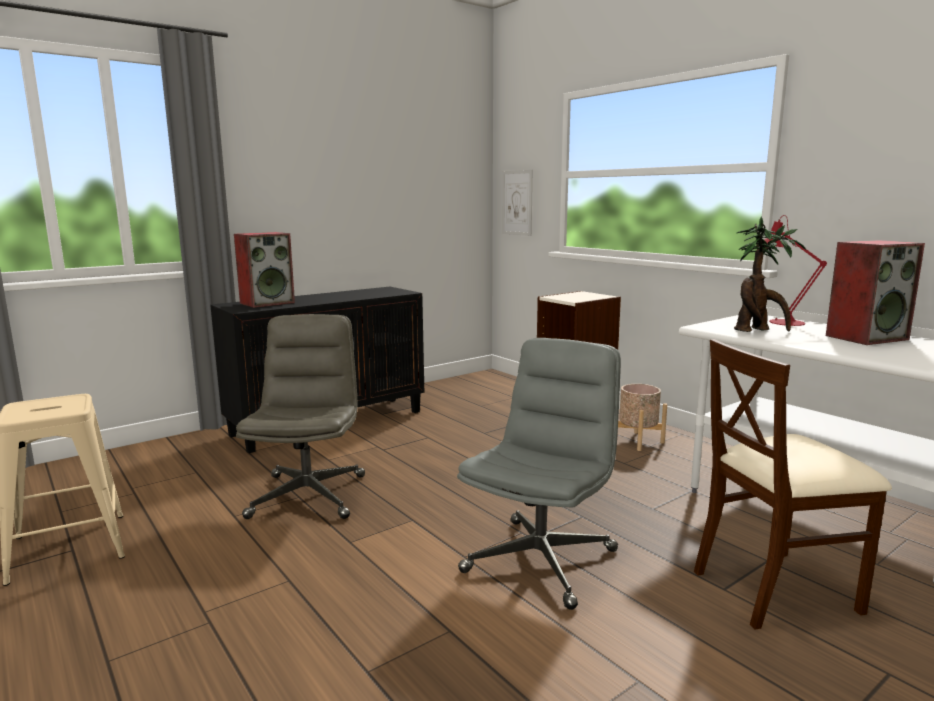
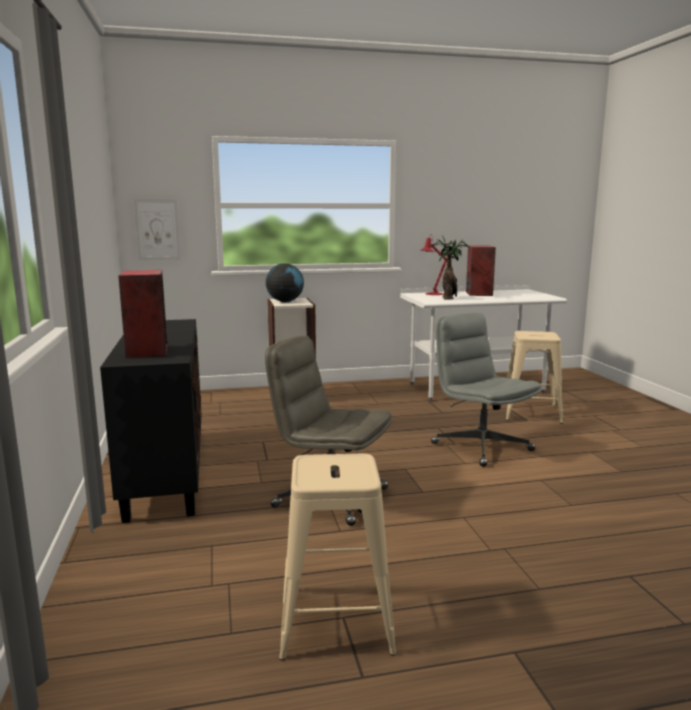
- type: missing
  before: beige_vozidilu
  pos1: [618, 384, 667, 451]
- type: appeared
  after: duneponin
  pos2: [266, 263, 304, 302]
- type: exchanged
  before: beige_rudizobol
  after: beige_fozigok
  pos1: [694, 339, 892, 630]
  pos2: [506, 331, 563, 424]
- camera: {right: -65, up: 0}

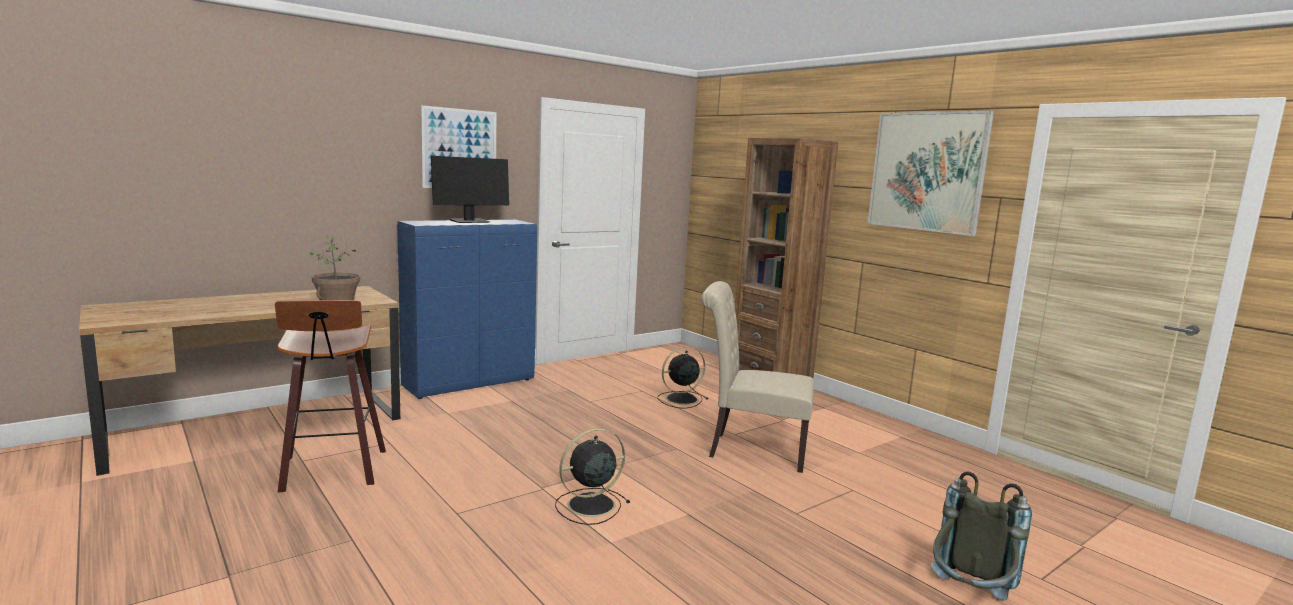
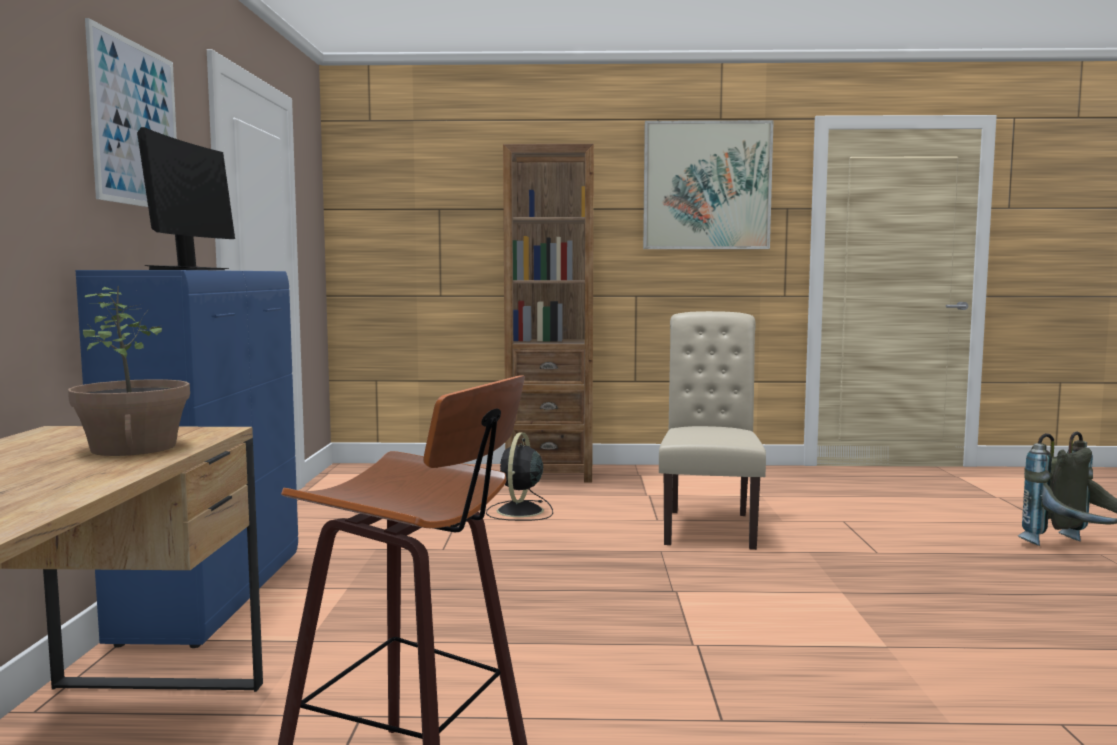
- type: missing
  before: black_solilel
  pos1: [555, 428, 630, 525]
- type: spun
  before: beige_rudizobol
  pos1: [701, 281, 814, 473]
  pos2: [659, 311, 766, 550]
  turn: 135
- camera: {right: -50, up: -5}

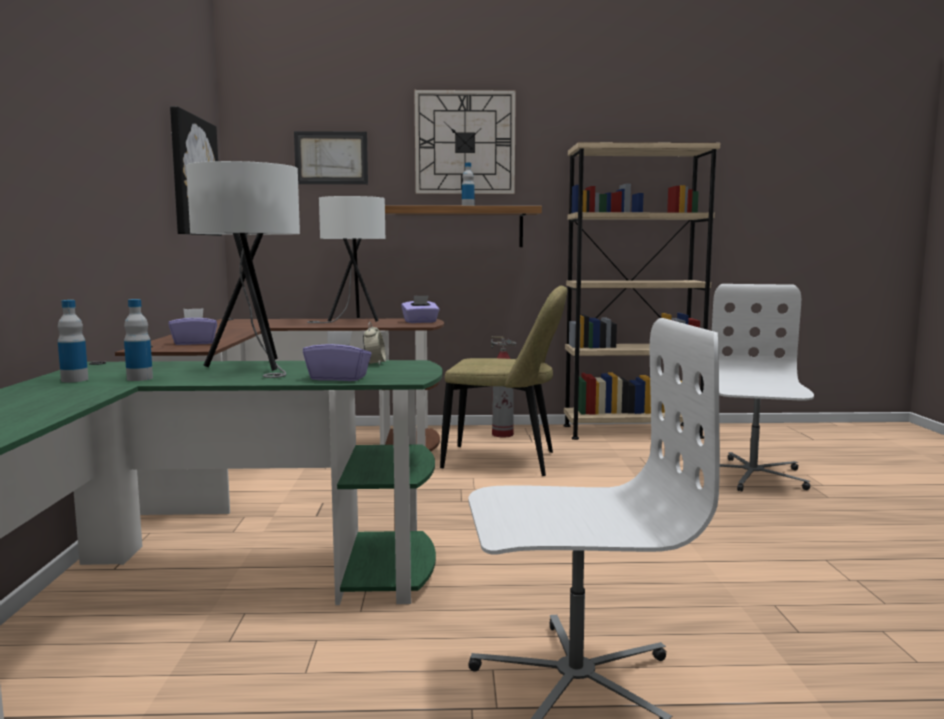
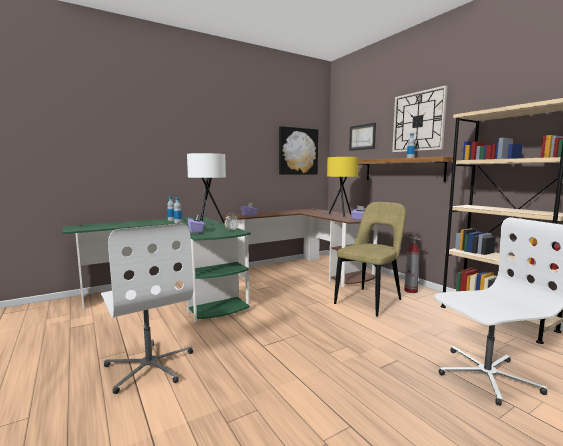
- type: colour
  before: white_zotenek
  after: yellow_zotenek
  pos1: [307, 196, 385, 323]
  pos2: [322, 157, 359, 216]
- type: spun
  before: beige_rudizobol
  pos1: [440, 286, 567, 476]
  pos2: [334, 202, 406, 317]
  turn: -120
- camera: {right: 60, up: 0}

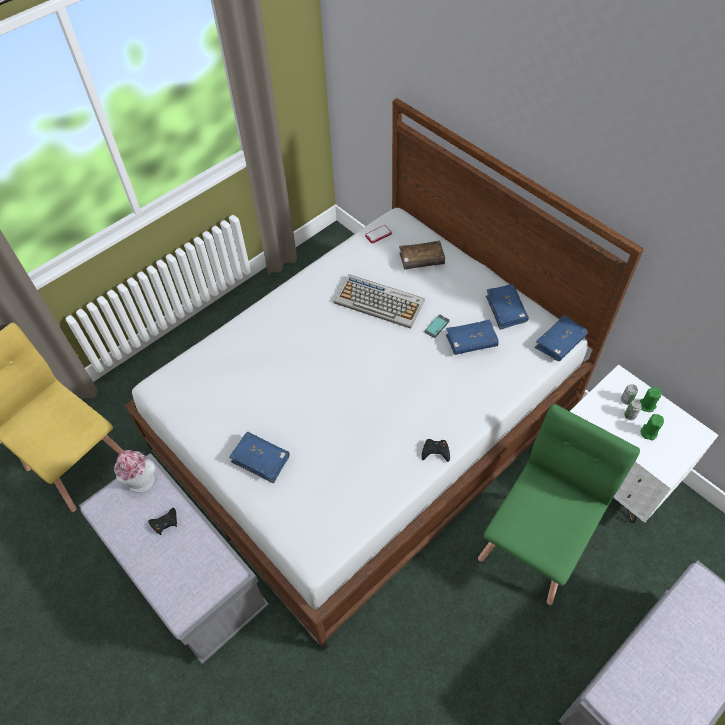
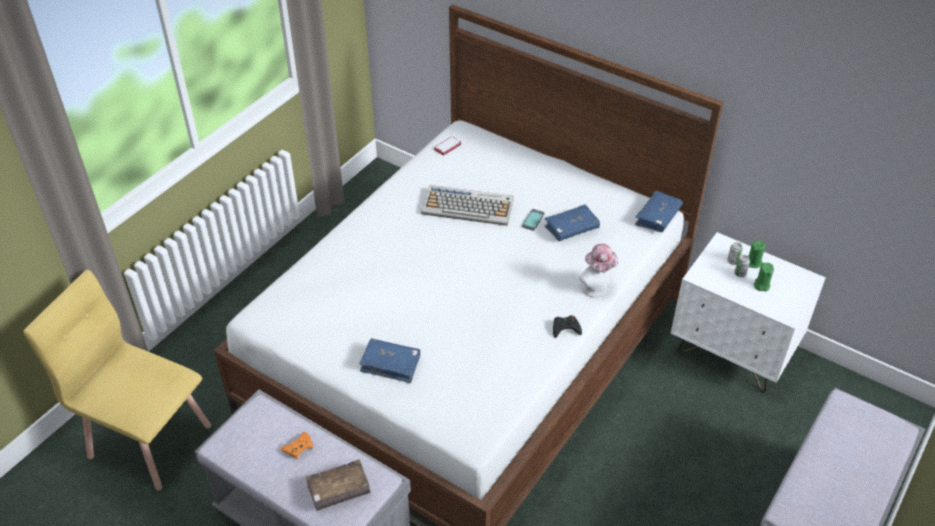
- type: missing
  before: green_rudizobol
  pos1: [478, 404, 640, 605]
- type: missing
  before: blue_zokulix
  pos1: [486, 284, 529, 330]
- type: relocated
  before: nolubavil
  pos1: [114, 450, 155, 493]
  pos2: [579, 244, 618, 298]
- type: relocated
  before: brown_zokulix
  pos1: [399, 240, 445, 269]
  pos2: [305, 459, 371, 511]
- type: colour
  before: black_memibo
  after: orange_memibo
  pos1: [148, 508, 177, 535]
  pos2: [280, 432, 313, 460]
- camera: {right: -15, up: -10}

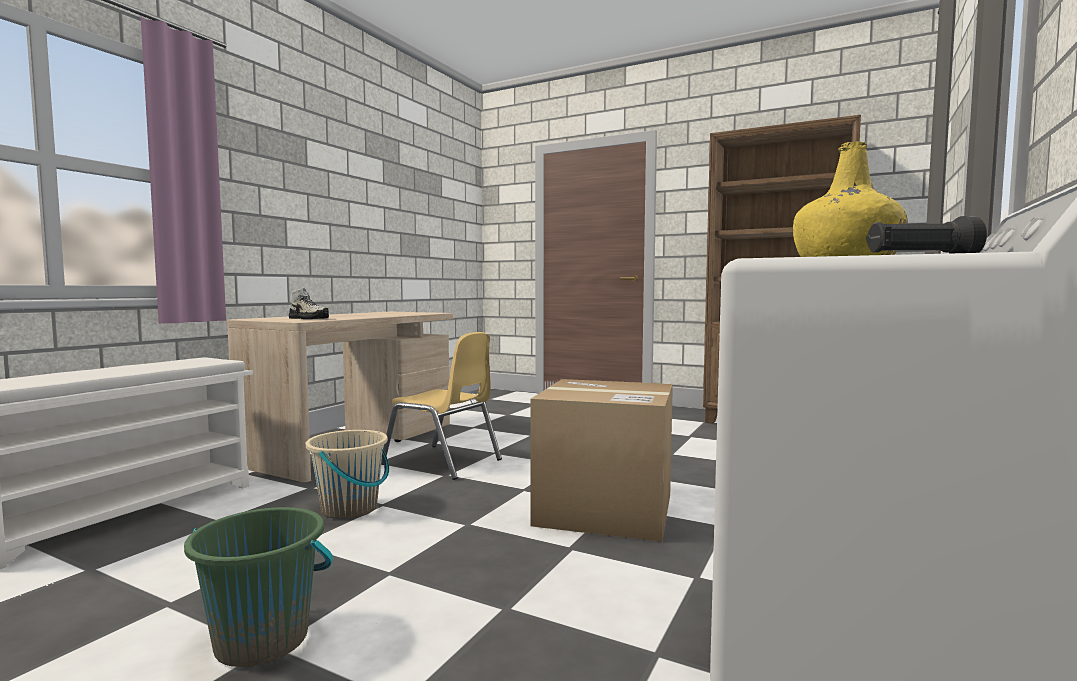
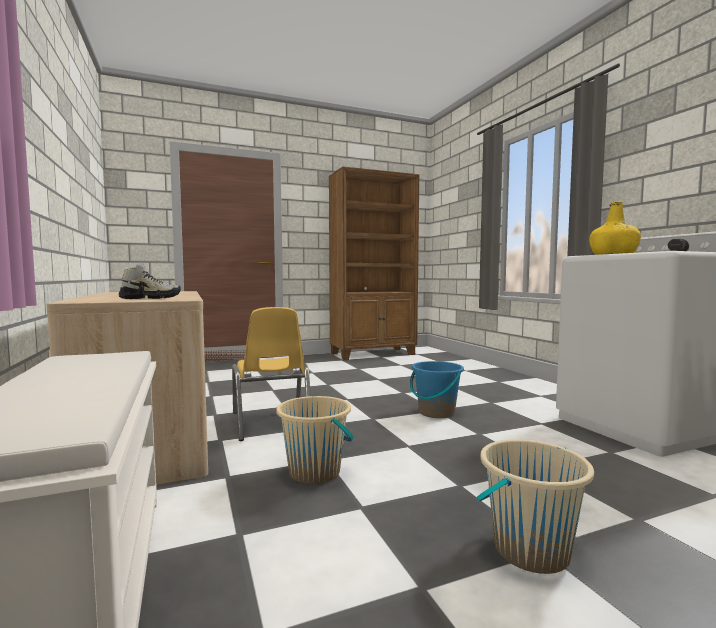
- type: exchanged
  before: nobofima
  after: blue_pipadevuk
  pos1: [530, 379, 673, 542]
  pos2: [410, 361, 464, 418]
- type: colour
  before: green_pipadevuk
  after: beige_pipadevuk
  pos1: [184, 507, 333, 667]
  pos2: [476, 439, 594, 574]
- type: spun
  before: yellow_rudizobol
  pos1: [381, 332, 502, 480]
  pos2: [232, 307, 311, 441]
  turn: 90
- camera: {right: -50, up: 0}

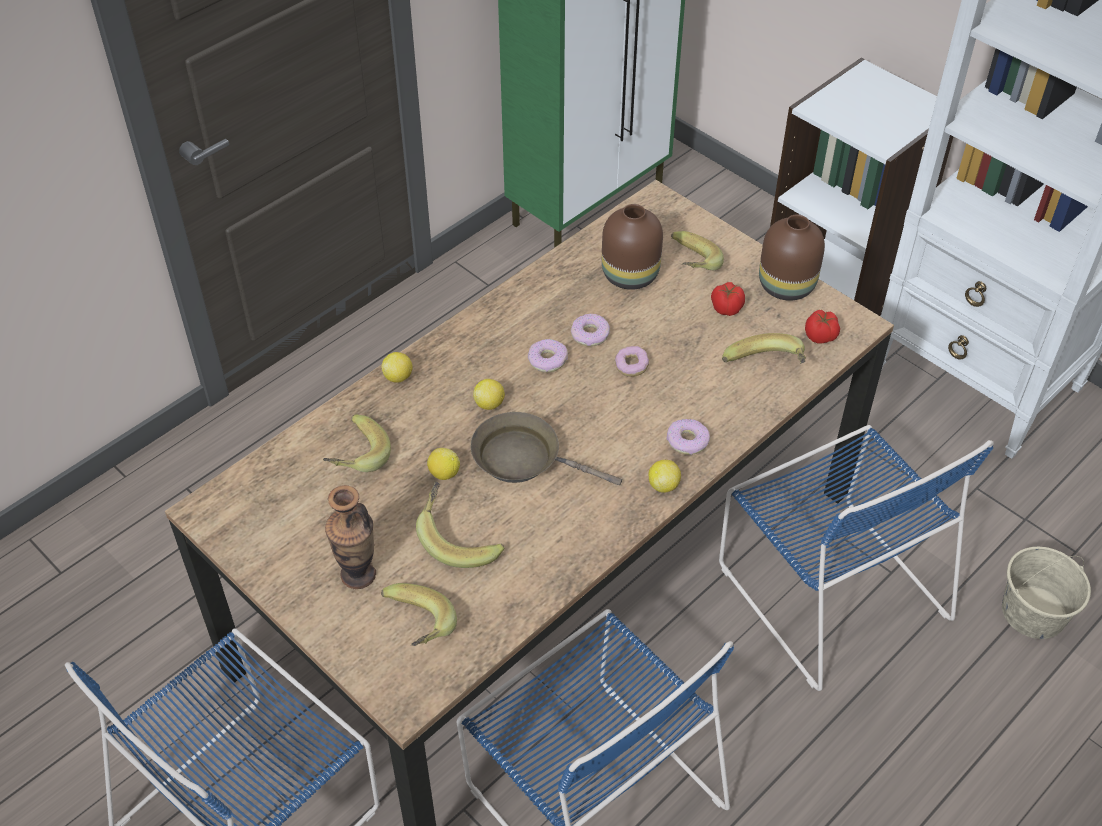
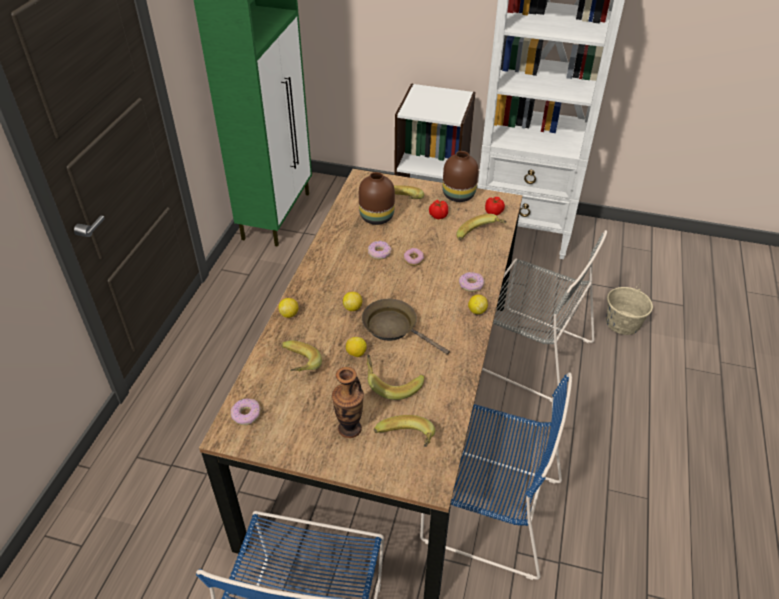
- type: relocated
  before: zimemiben
  pos1: [528, 339, 568, 373]
  pos2: [231, 399, 261, 425]
- type: colour
  before: blue_rudizobol
  after: grey_rudizobol
  pos1: [719, 425, 994, 691]
  pos2: [482, 230, 607, 402]
- type: spun
  before: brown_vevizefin
  pos1: [471, 412, 622, 485]
  pos2: [362, 299, 450, 355]
  turn: 45
- camera: {right: -30, up: -5}

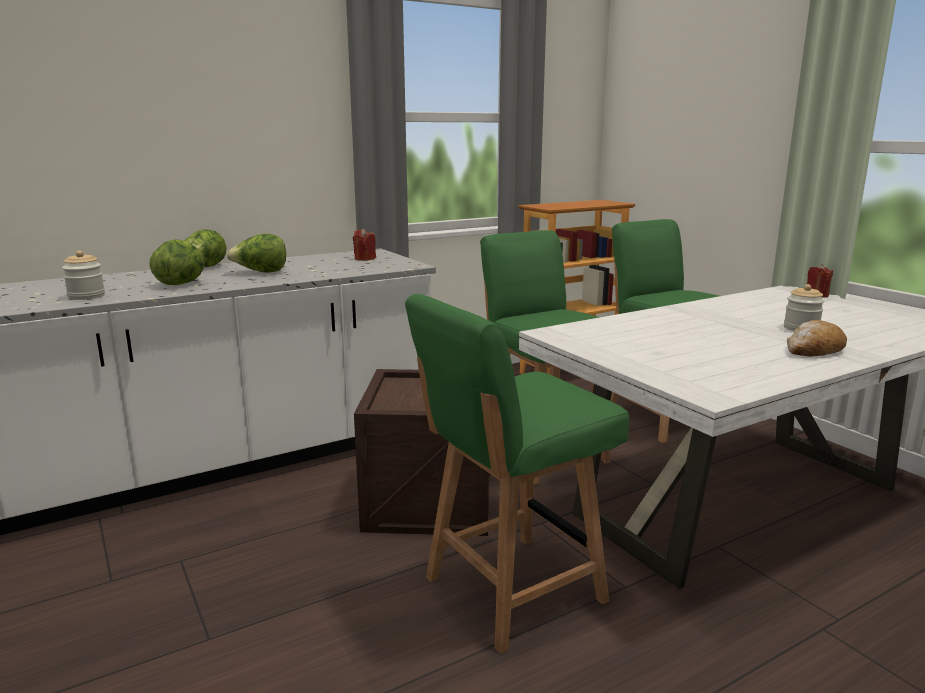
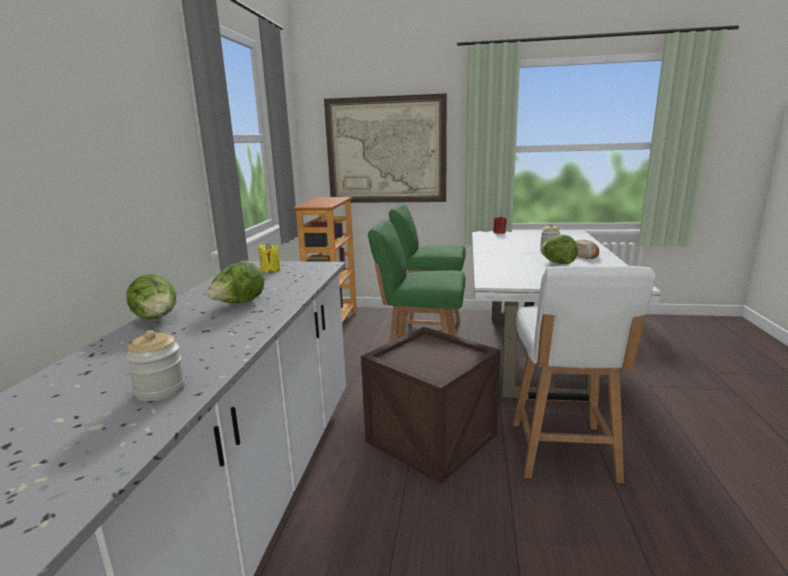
- type: appeared
  after: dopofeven
  pos2: [324, 93, 447, 203]
- type: relocated
  before: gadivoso
  pos1: [149, 239, 205, 285]
  pos2: [540, 234, 578, 264]
- type: colour
  before: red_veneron
  after: yellow_veneron
  pos1: [353, 228, 376, 261]
  pos2: [258, 243, 281, 273]
- type: colour
  before: green_rudizobol
  after: white_rudizobol
  pos1: [405, 294, 629, 654]
  pos2: [513, 266, 656, 483]
- camera: {right: -50, up: 0}

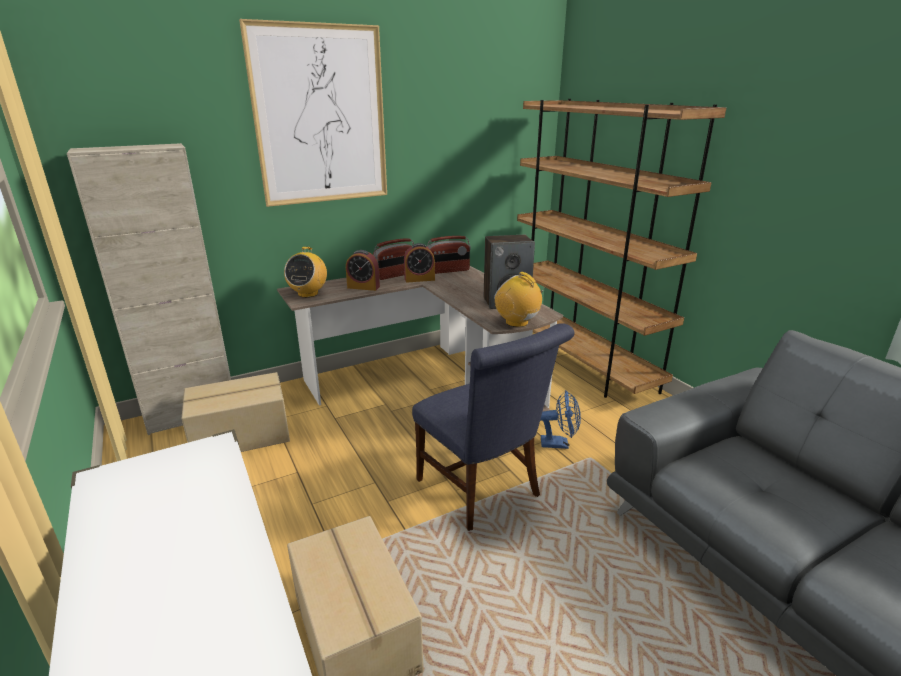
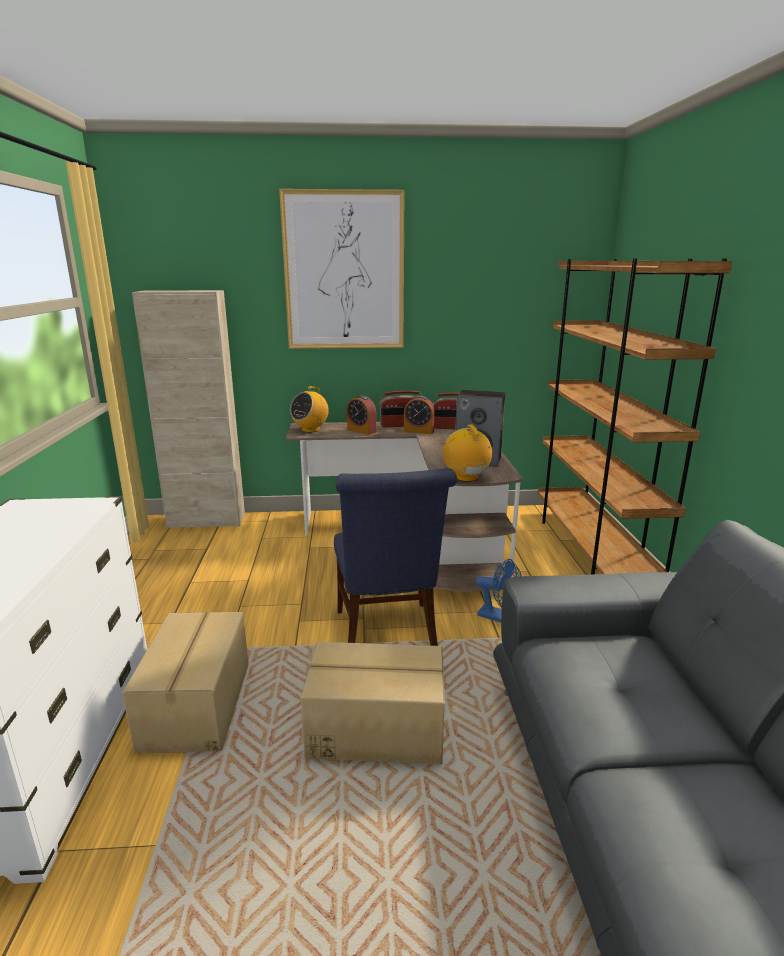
- type: relocated
  before: nobofima
  pos1: [181, 372, 290, 452]
  pos2: [300, 642, 445, 765]
- camera: {right: 25, up: -5}

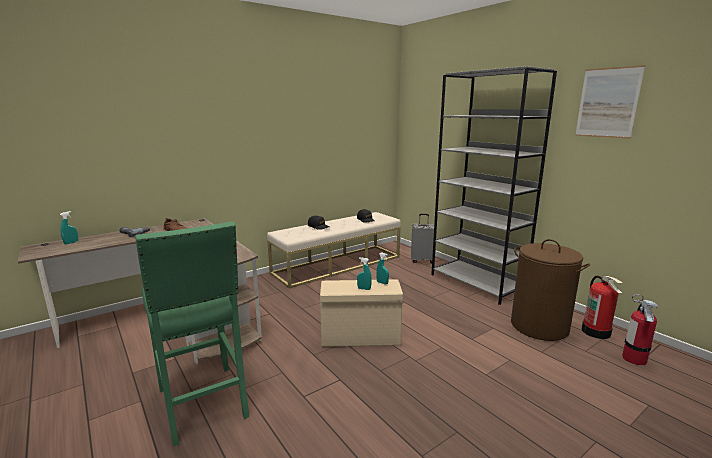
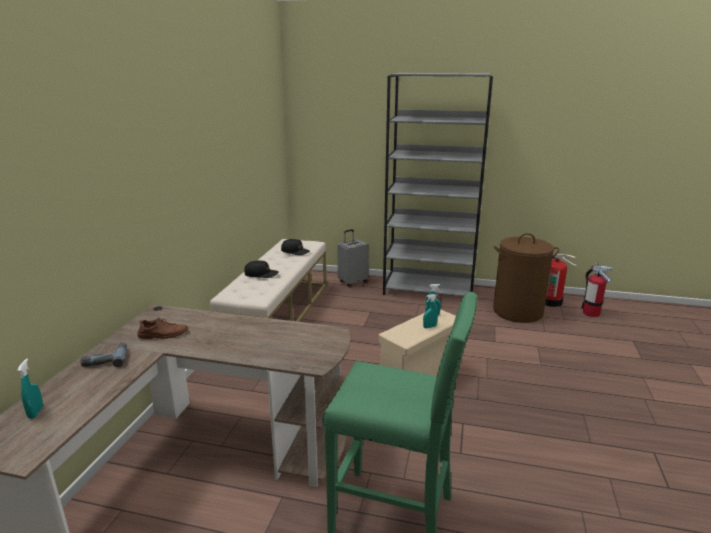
- type: missing
  before: dopofeven
  pos1: [575, 65, 645, 139]
- camera: {right: -40, up: 5}

